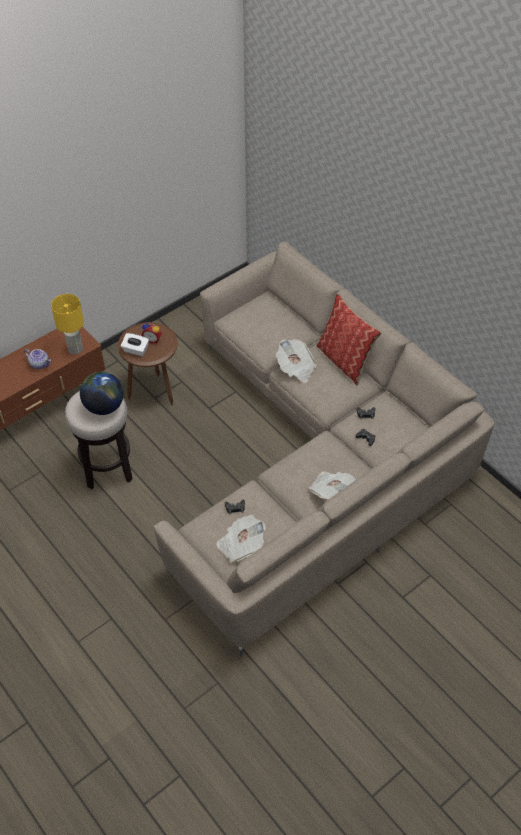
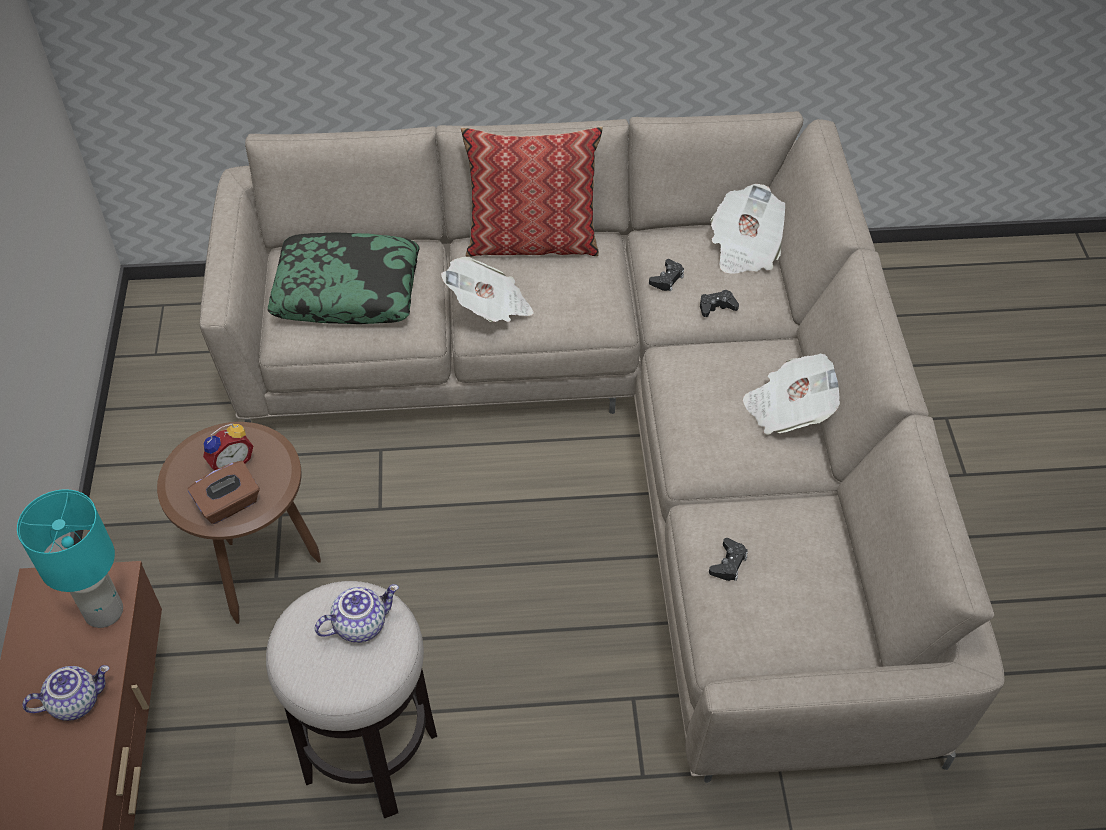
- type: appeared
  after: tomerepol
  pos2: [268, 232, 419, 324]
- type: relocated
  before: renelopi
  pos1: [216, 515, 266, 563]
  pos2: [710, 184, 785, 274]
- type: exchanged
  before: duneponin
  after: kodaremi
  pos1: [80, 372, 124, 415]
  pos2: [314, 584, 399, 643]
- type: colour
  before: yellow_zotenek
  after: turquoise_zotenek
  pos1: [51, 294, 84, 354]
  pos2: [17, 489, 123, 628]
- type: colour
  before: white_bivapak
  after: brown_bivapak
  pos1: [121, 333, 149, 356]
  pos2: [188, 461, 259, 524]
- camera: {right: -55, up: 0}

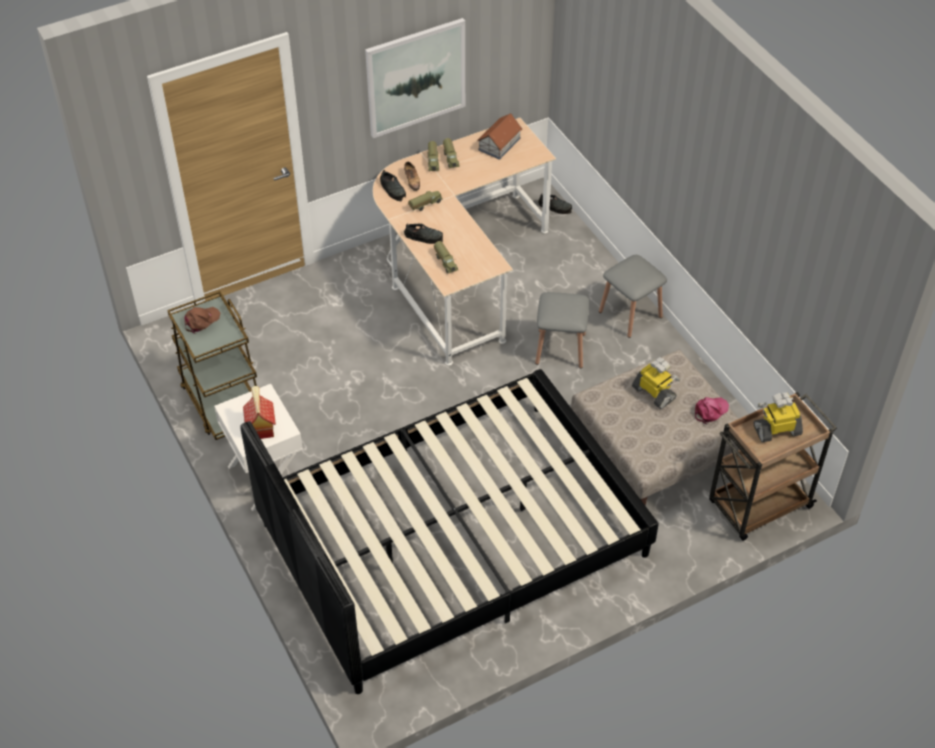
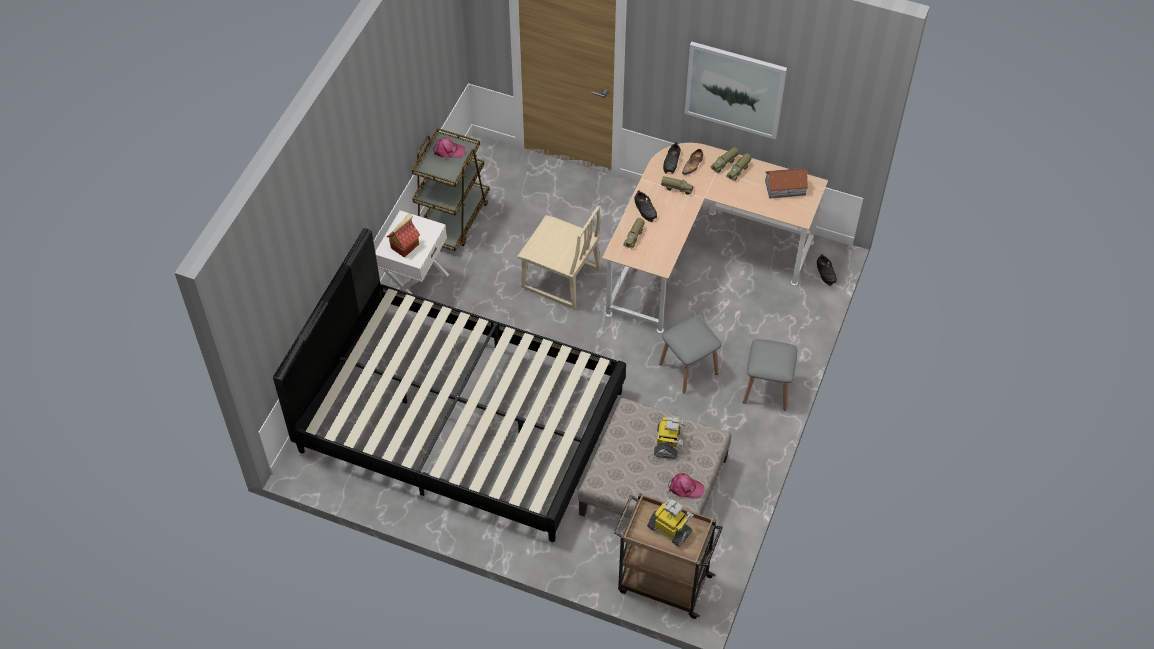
- type: appeared
  after: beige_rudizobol
  pos2: [517, 206, 601, 309]
- type: colour
  before: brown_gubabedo
  after: pink_gubabedo
  pos1: [185, 307, 220, 334]
  pos2: [433, 138, 465, 158]
- camera: {right: 50, up: 5}

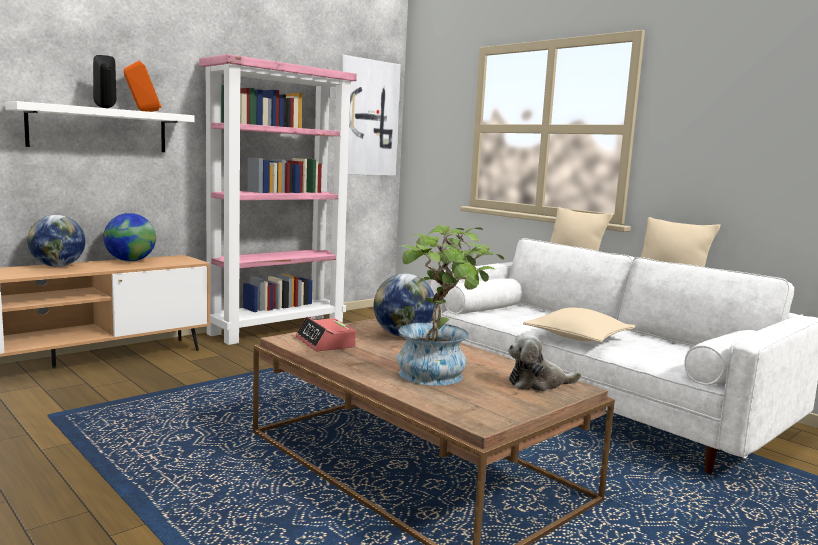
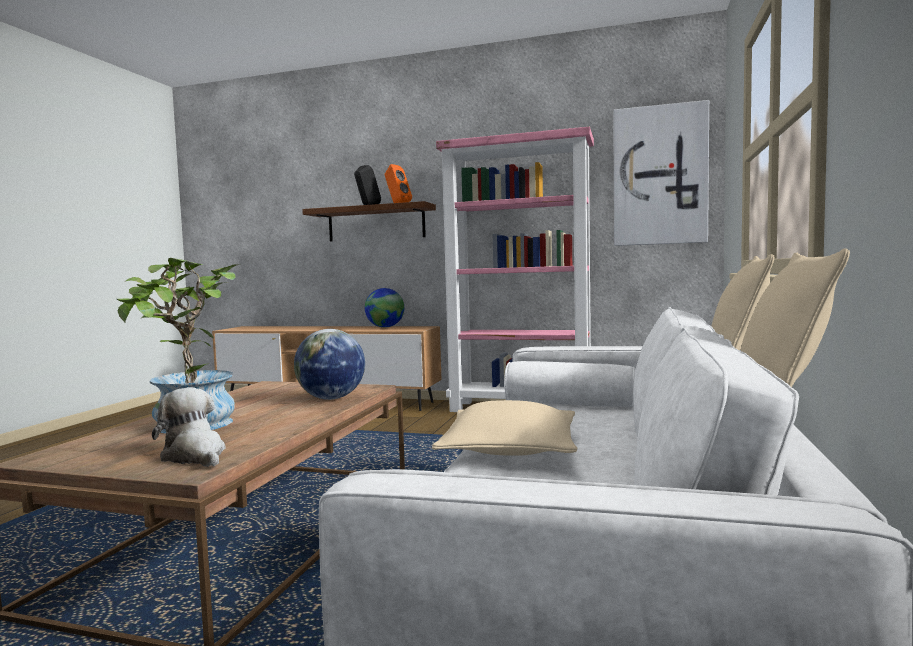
- type: missing
  before: duneponin
  pos1: [27, 215, 85, 267]
- type: missing
  before: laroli
  pos1: [296, 317, 356, 351]
- type: colour
  before: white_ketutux
  after: brown_ketutux
  pos1: [5, 101, 195, 152]
  pos2: [302, 201, 436, 242]
- camera: {right: 60, up: -5}

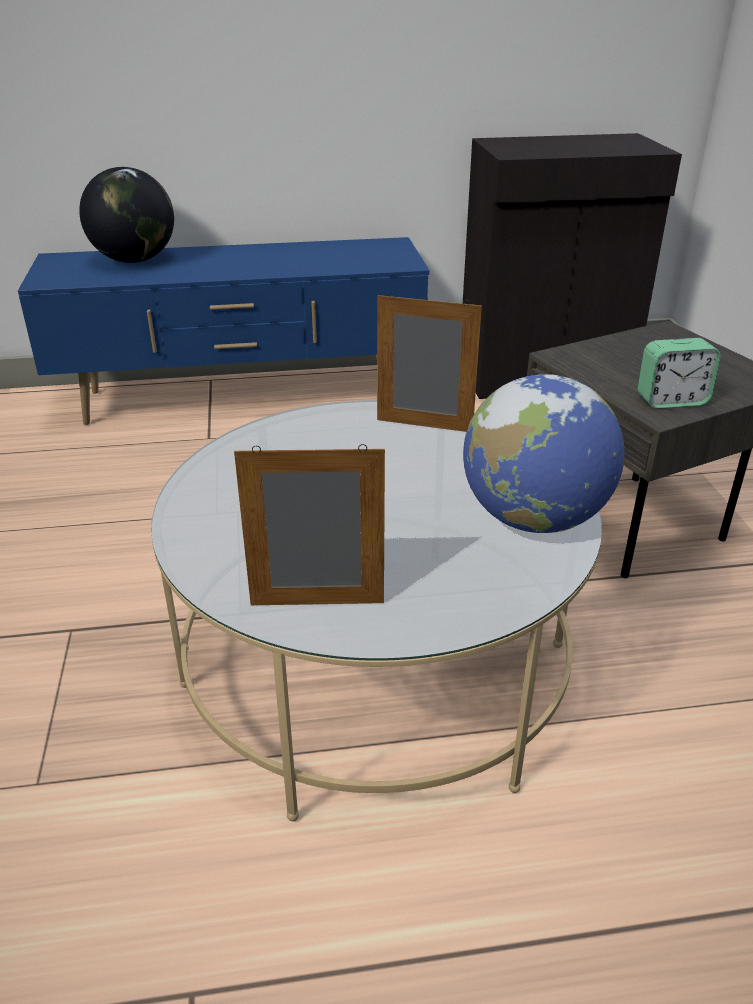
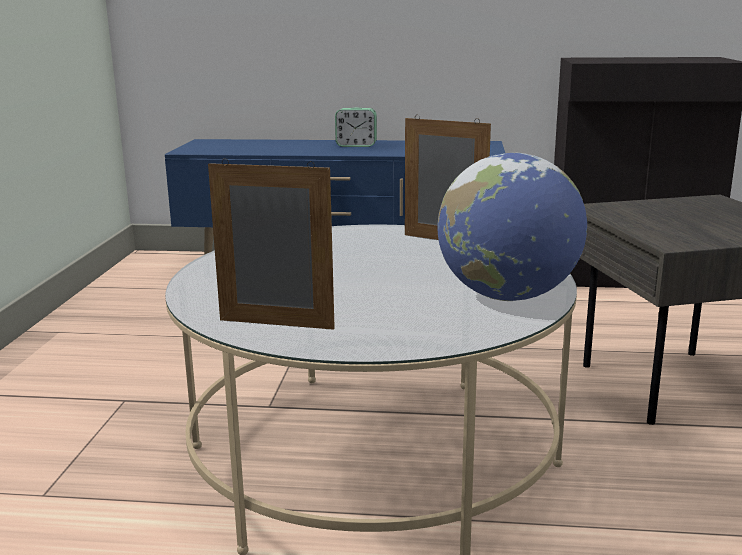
- type: missing
  before: duneponin
  pos1: [79, 167, 174, 263]
- type: relocated
  before: laroli
  pos1: [638, 338, 721, 409]
  pos2: [335, 108, 377, 147]
- camera: {right: 15, up: -15}

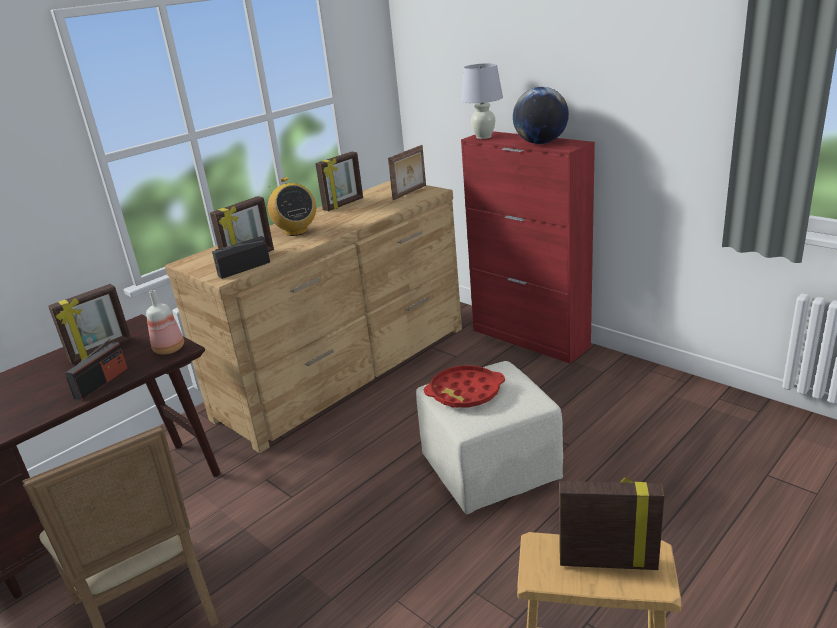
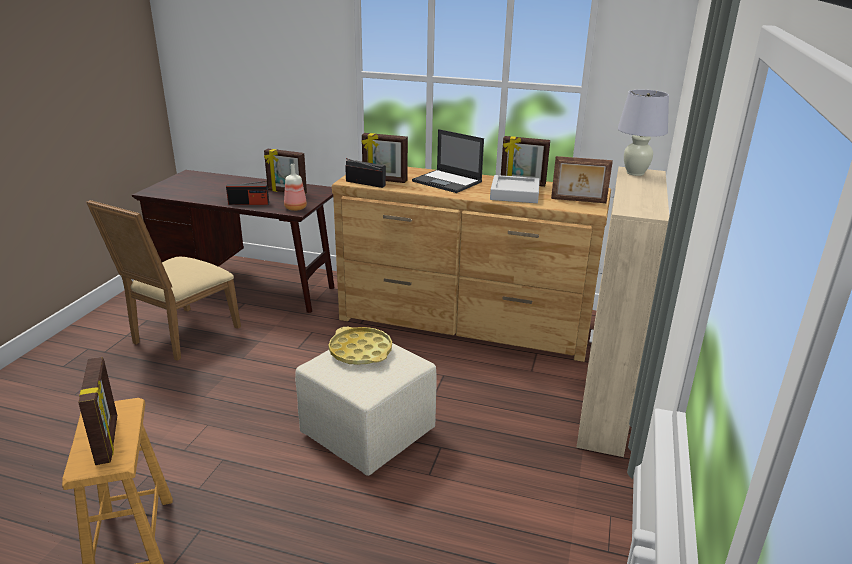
- type: missing
  before: duneponin
  pos1: [513, 87, 569, 144]
- type: appeared
  after: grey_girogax
  pos2: [490, 175, 540, 203]
- type: exchanged
  before: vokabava
  after: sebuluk
  pos1: [268, 177, 316, 236]
  pos2: [412, 129, 484, 193]
- type: colour
  before: red_girogax
  after: yellow_girogax
  pos1: [424, 365, 505, 408]
  pos2: [329, 327, 392, 365]
- type: colour
  before: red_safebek
  after: beige_safebek
  pos1: [461, 131, 595, 363]
  pos2: [576, 167, 669, 457]
- camera: {right: 60, up: 0}

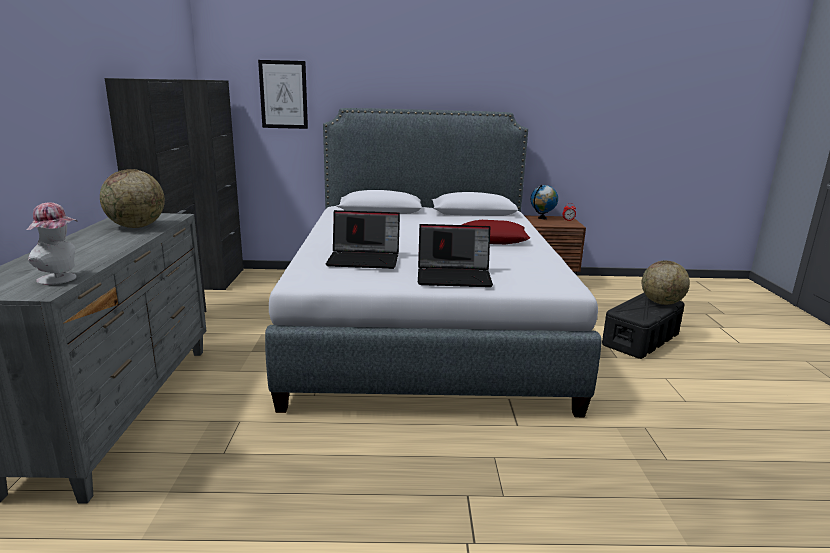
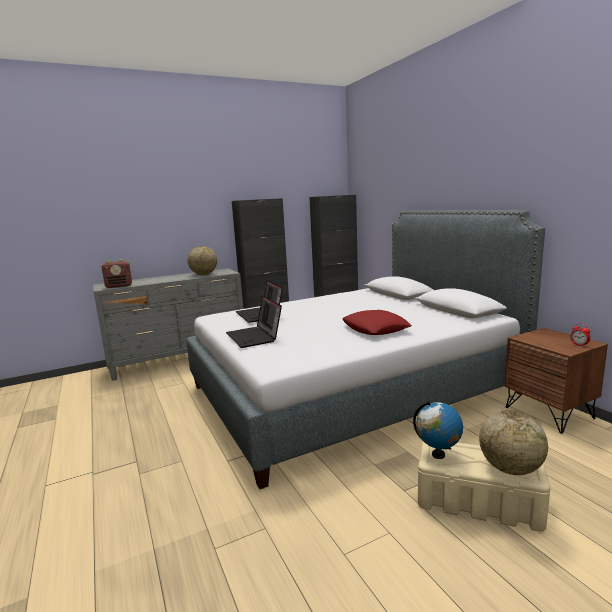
- type: missing
  before: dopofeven
  pos1: [258, 60, 308, 129]
- type: relocated
  before: duneponin
  pos1: [531, 185, 558, 219]
  pos2: [413, 401, 463, 459]
- type: exchanged
  before: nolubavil
  after: vokabava
  pos1: [27, 202, 78, 285]
  pos2: [102, 260, 132, 288]
- type: colour
  before: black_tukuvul
  after: beige_tukuvul
  pos1: [602, 293, 685, 359]
  pos2: [418, 441, 550, 532]
- camera: {right: 65, up: -5}

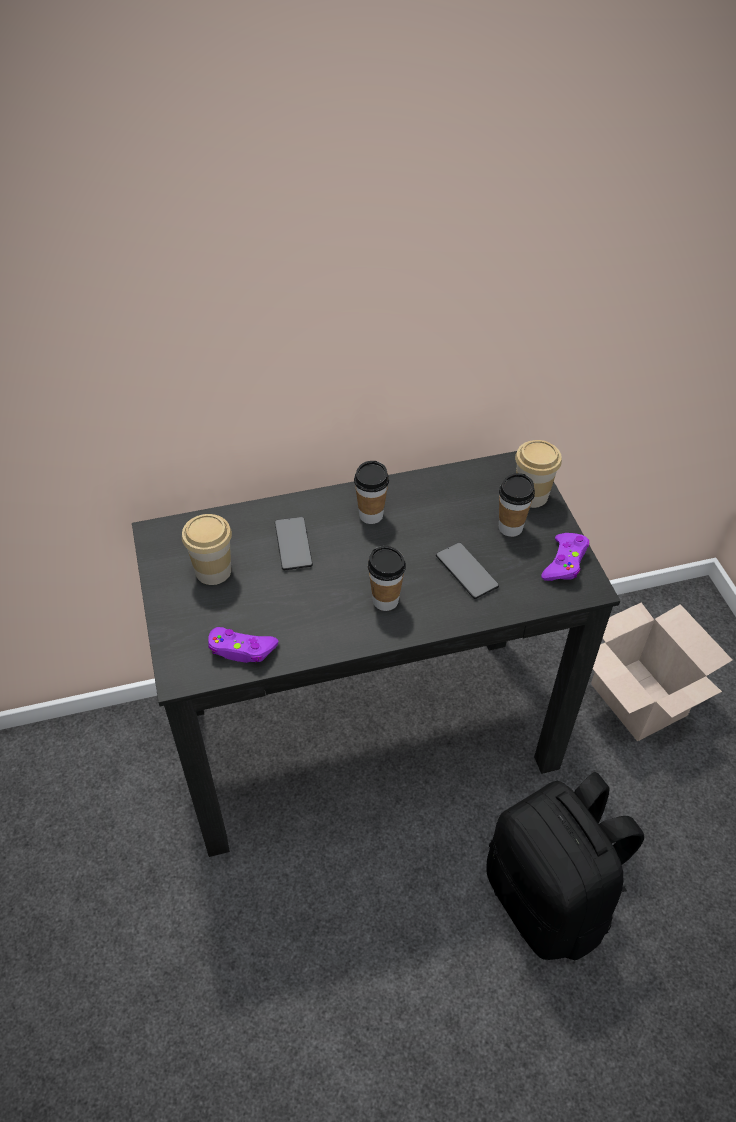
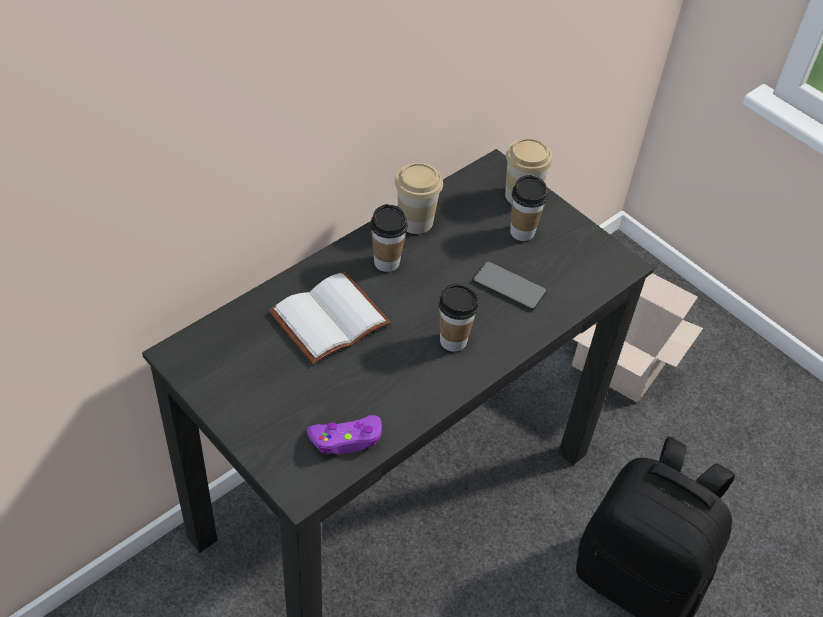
- type: missing
  before: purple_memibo
  pos1: [541, 533, 589, 581]
- type: relocated
  before: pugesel
  pos1: [182, 514, 232, 585]
  pos2: [395, 163, 443, 234]
- type: exchanged
  before: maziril
  after: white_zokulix
  pos1: [275, 517, 313, 570]
  pos2: [268, 272, 391, 364]
- camera: {right: -30, up: 0}

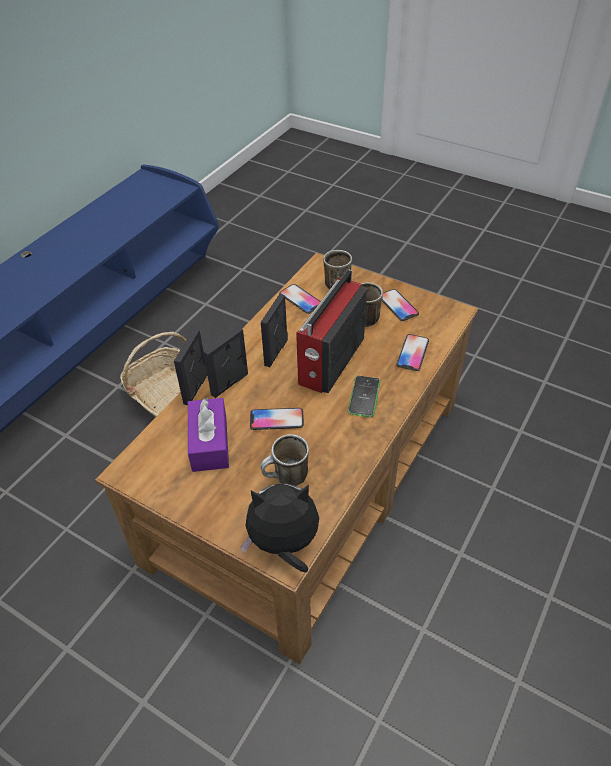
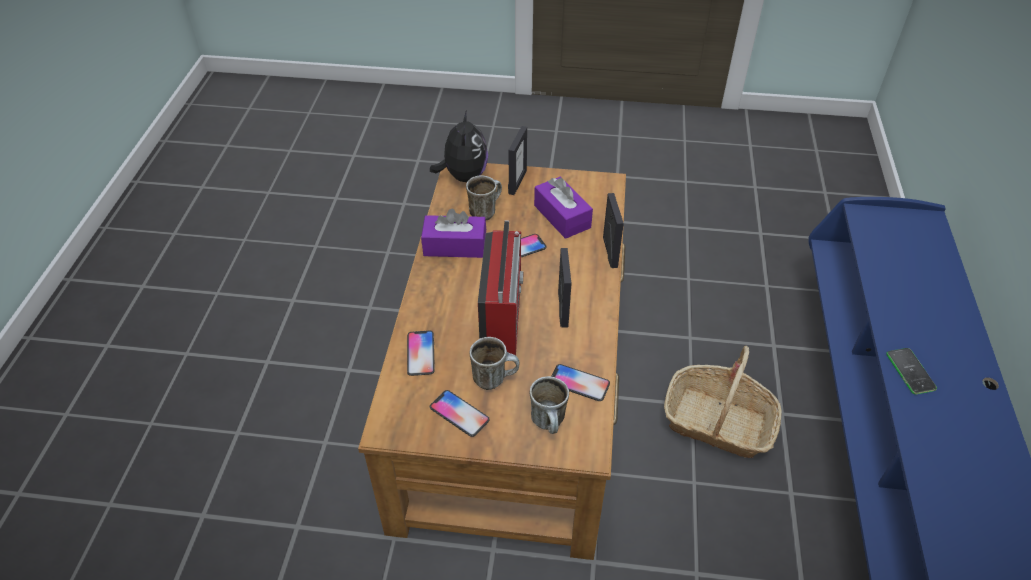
- type: appeared
  after: purple_bivapak
  pos2: [421, 209, 486, 258]
- type: relocated
  before: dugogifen
  pos1: [203, 327, 248, 398]
  pos2: [508, 126, 527, 195]
- type: relocated
  before: maziril
  pos1: [348, 376, 380, 417]
  pos2: [886, 348, 937, 394]
- type: spun
  before: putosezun
  pos1: [241, 484, 319, 573]
  pos2: [430, 110, 488, 182]
  turn: -60
- camera: {right: 155, up: 0}

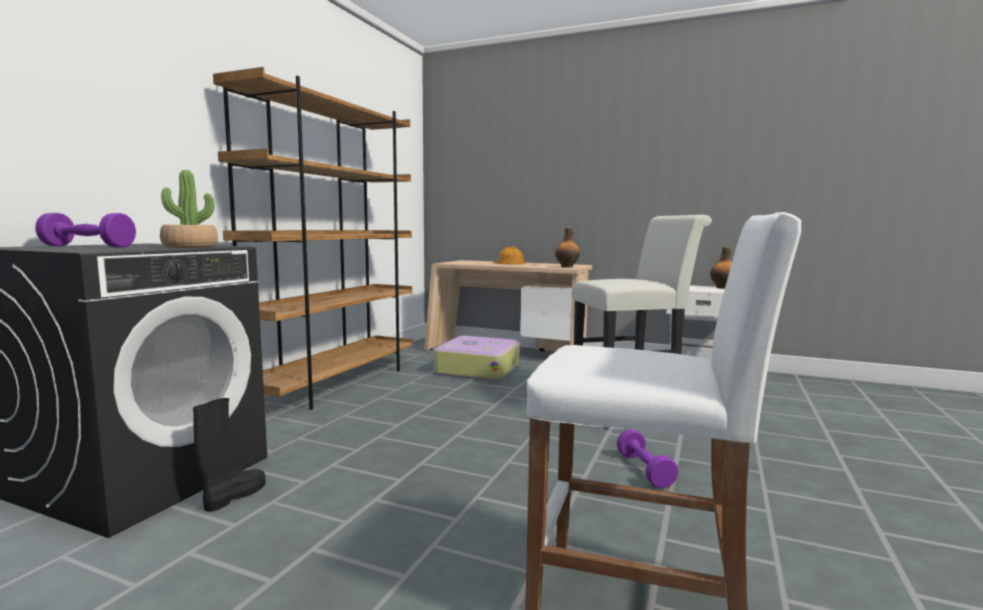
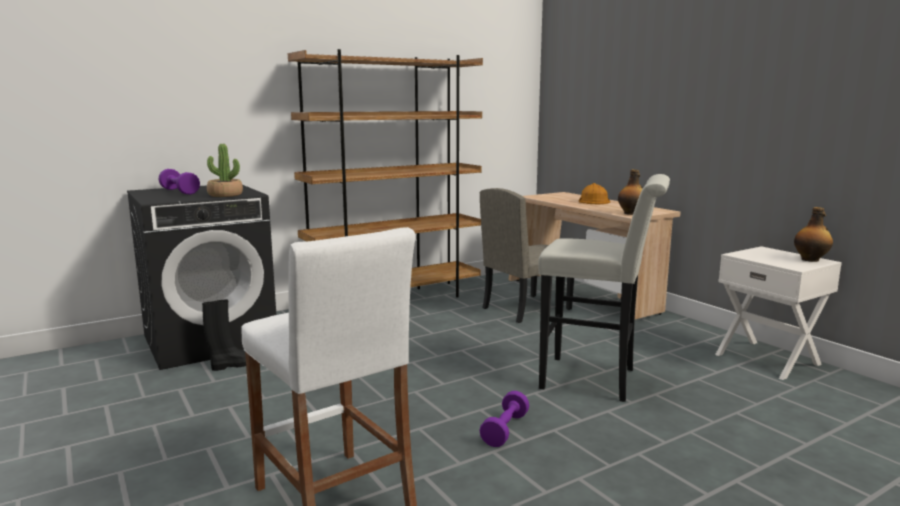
- type: exchanged
  before: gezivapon
  after: beige_rudizobol
  pos1: [434, 336, 520, 381]
  pos2: [480, 188, 574, 323]
- camera: {right: 35, up: 5}

